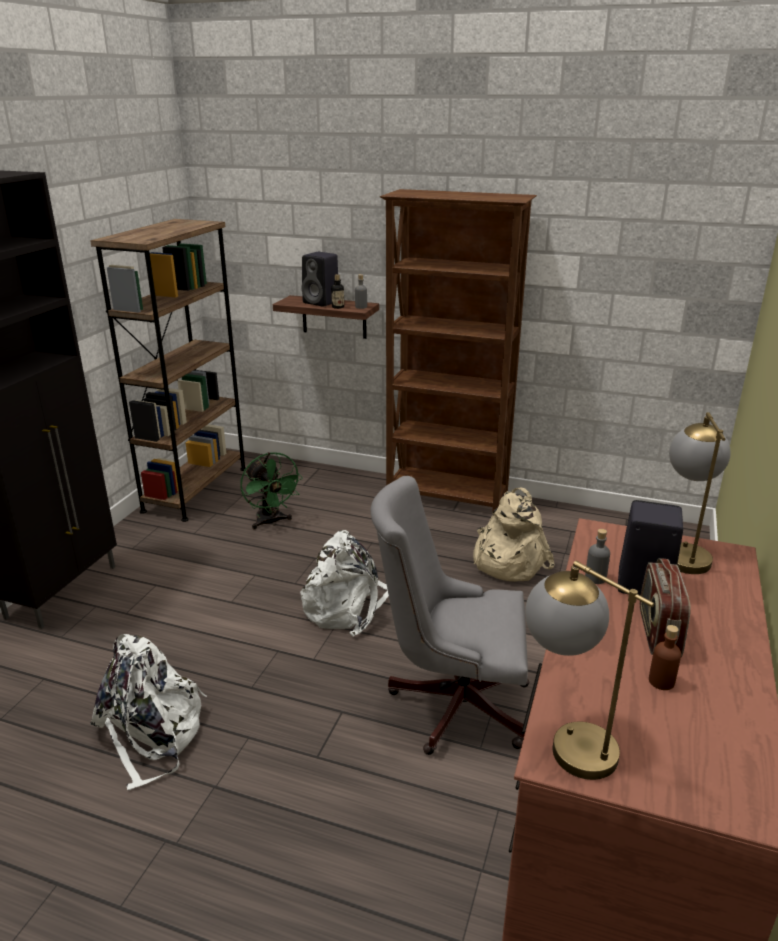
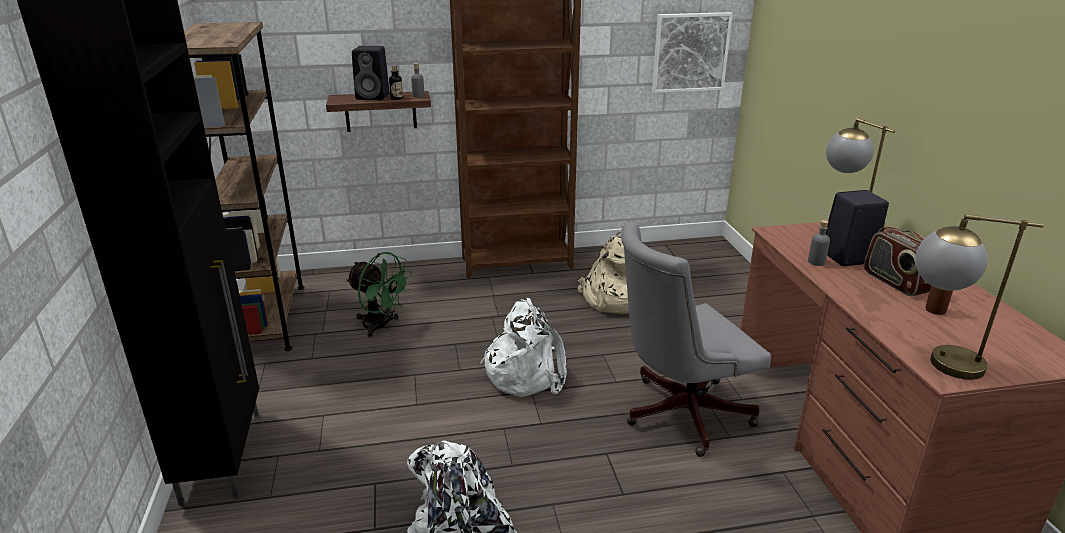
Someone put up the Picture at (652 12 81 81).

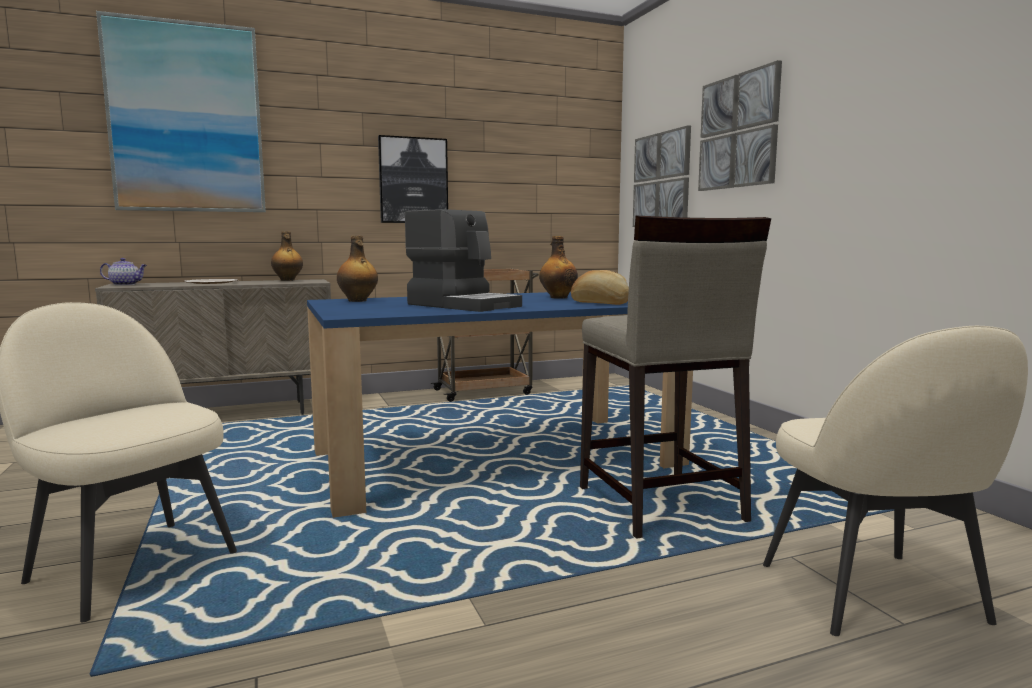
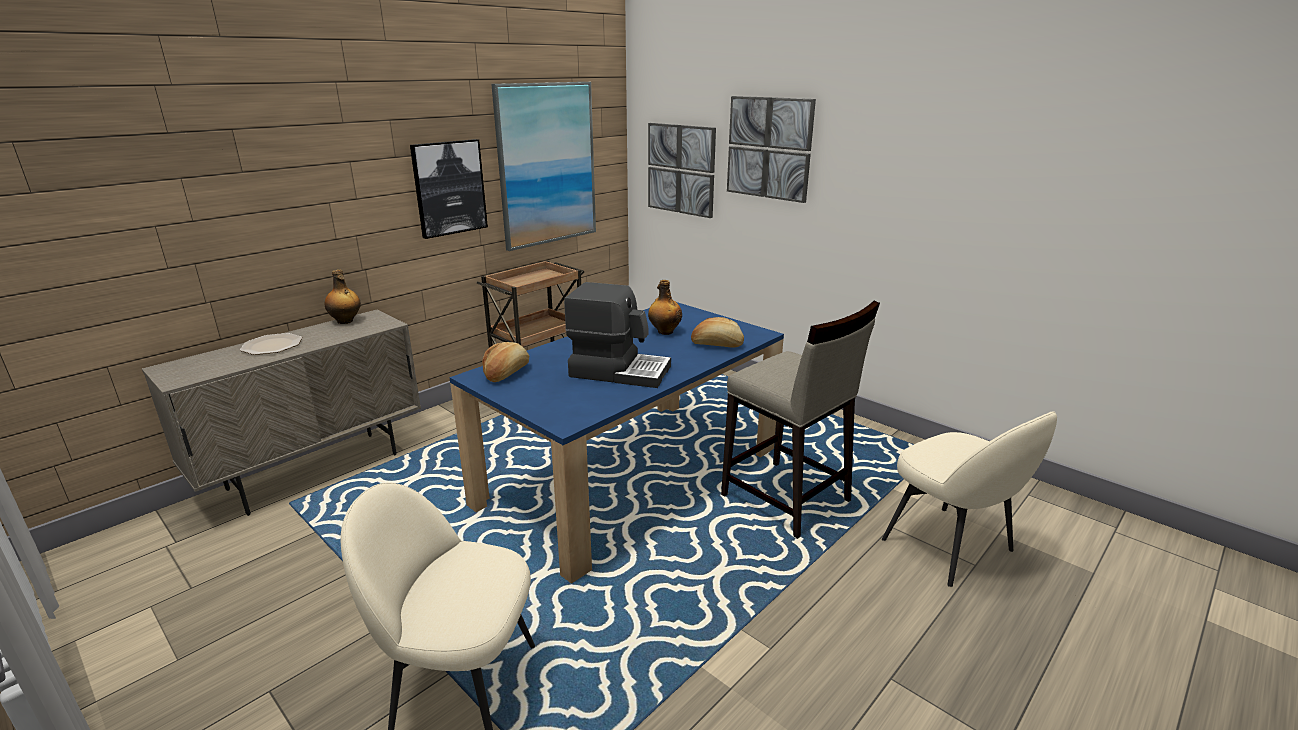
Someone carried the Picture from (96 11 170 201) to (491 82 105 169).
Someone swapped the BeverageBottle at (337 236 41 66) for the BakeryBread at (482 342 47 40).
Someone took away the TeaPot at (100 258 47 27).

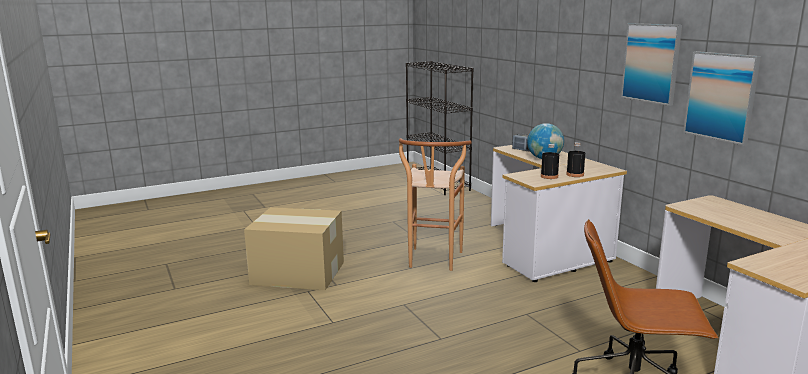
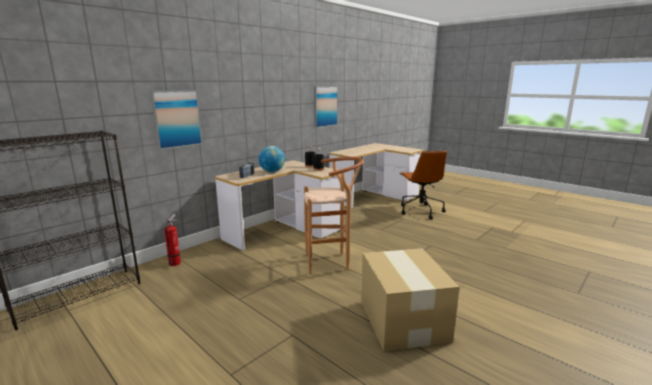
Someone carried the Picture from (621 23 61 83) to (151 90 51 60).
Someone put down the FireFightingCylinder at (164 214 17 52).

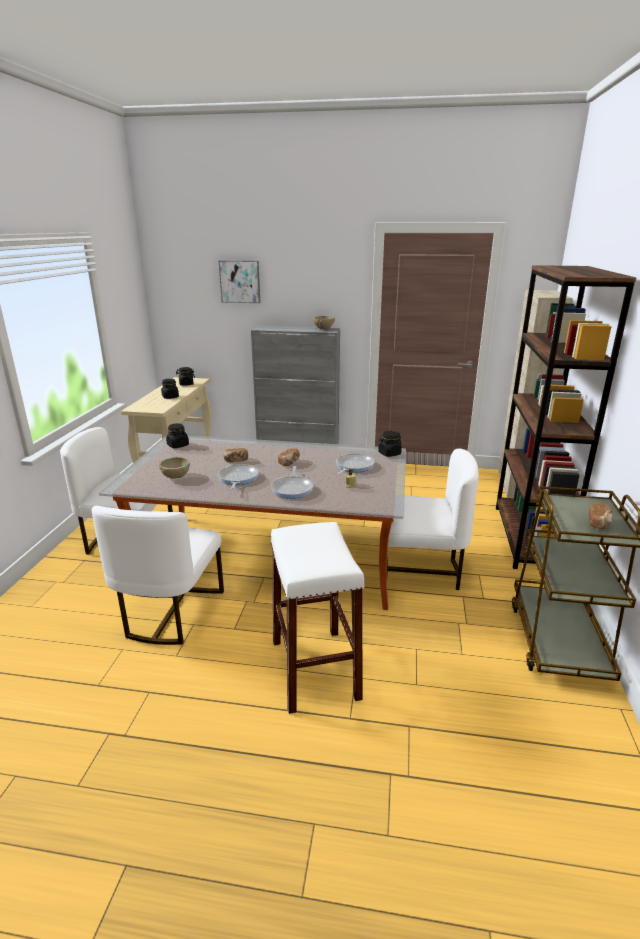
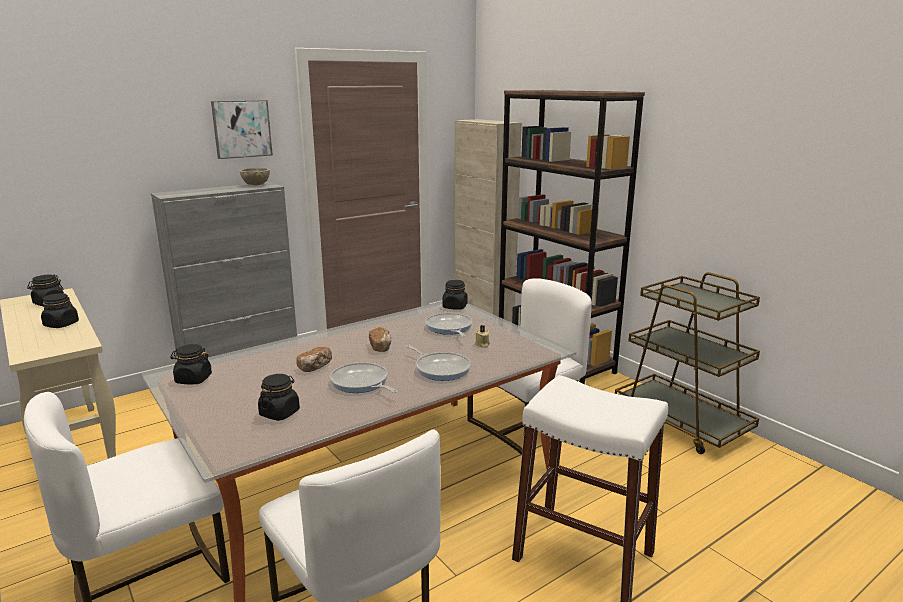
Someone carried the Picture from (219 261 41 42) to (211 100 62 59).
Someone swapped the BeigeColouredDeepDish at (159 457 31 22) for the BlackColouredPreserveJar at (258 374 42 47).
Someone took away the BakeryBread at (588 503 25 27).

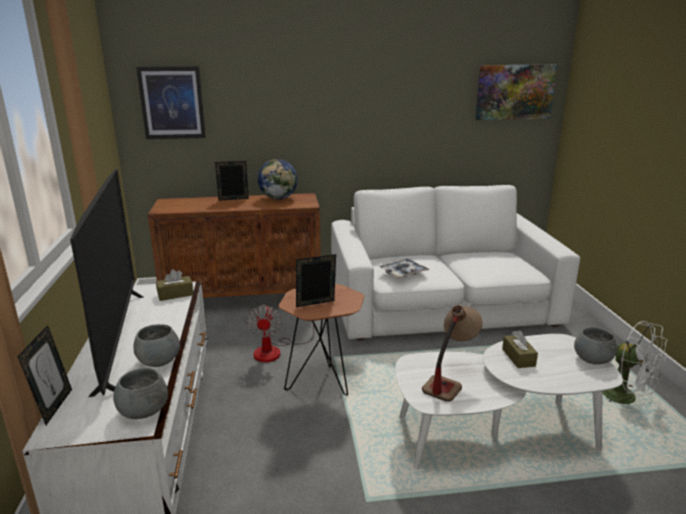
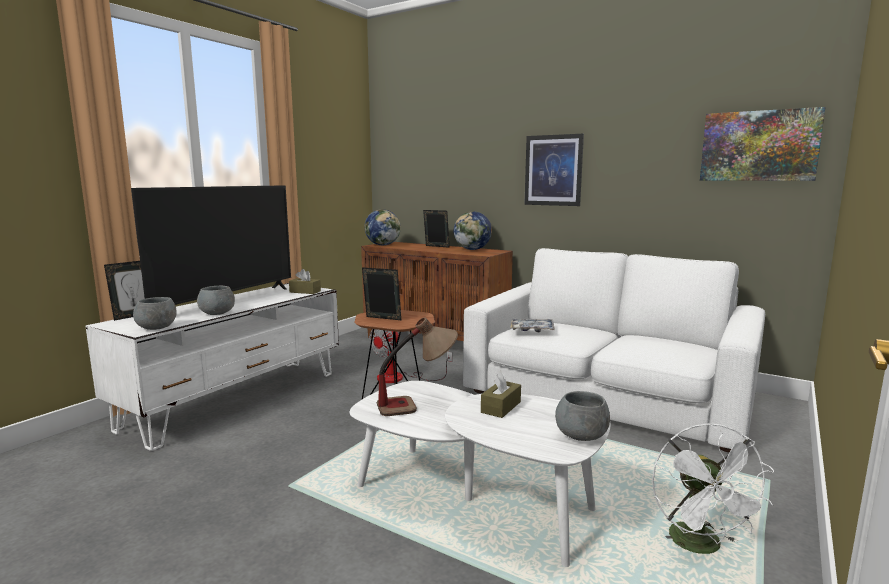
Someone carried the Picture from (136 66 70 73) to (524 134 60 72).
Someone put down the WorldGlobe at (364 209 37 36).

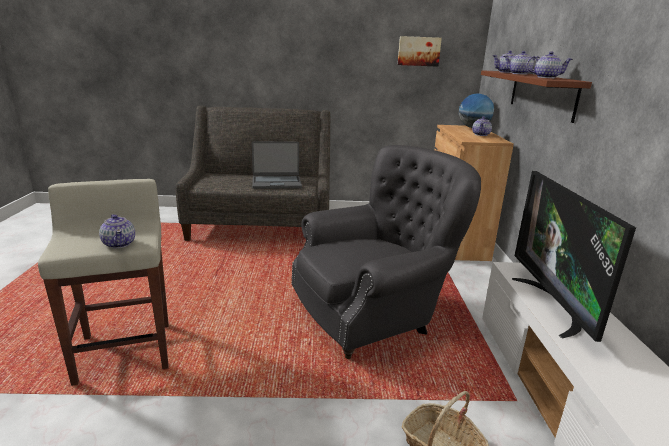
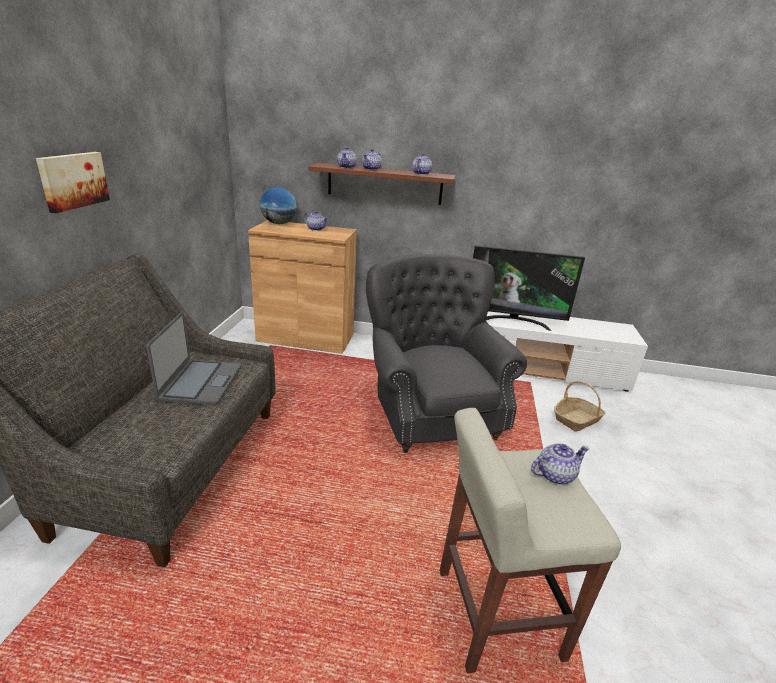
Someone carried the Picture from (398 36 44 31) to (36 152 74 61).

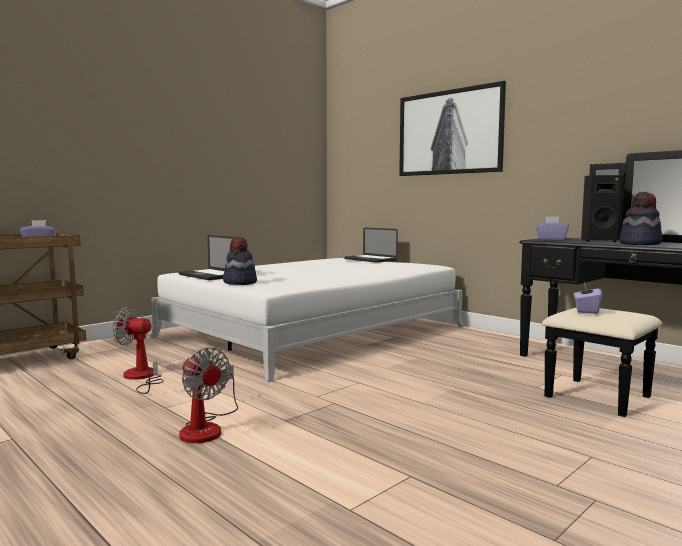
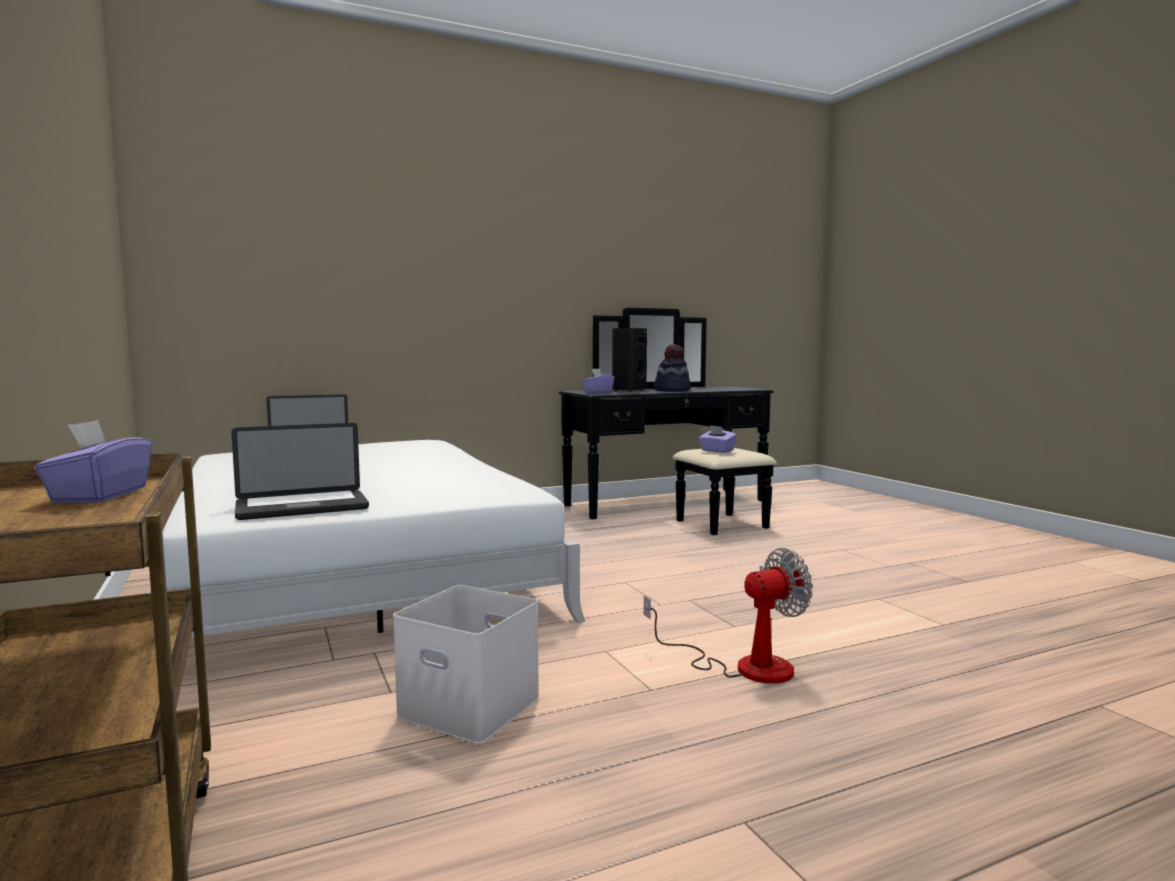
Someone took away the Picture at (399 81 107 95).
Someone took away the ClothingHat at (223 237 34 48).
Someone swapped the ElectricFan at (113 307 50 87) for the WhitishStorageContainer at (393 585 147 159).

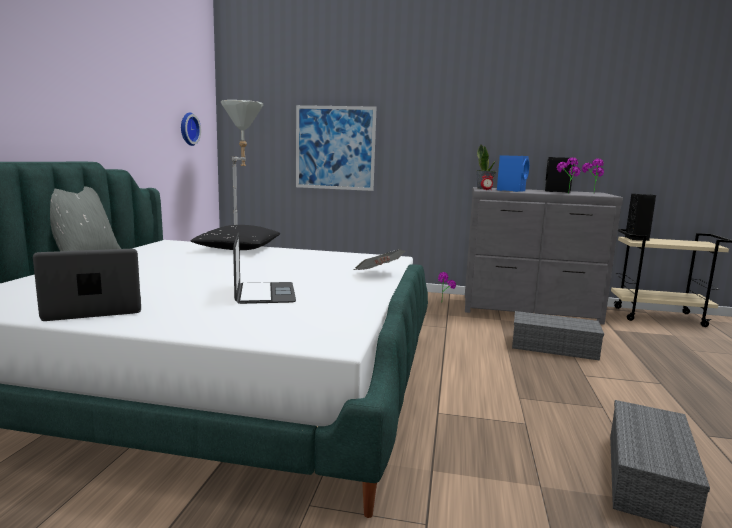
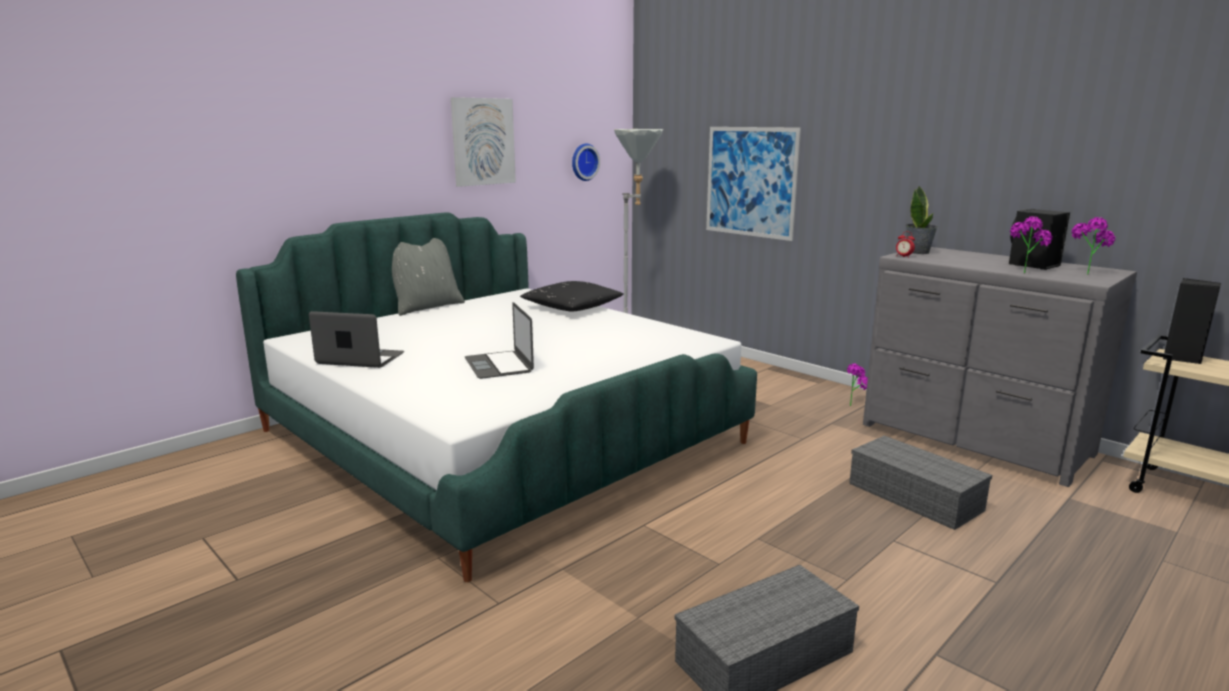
Someone took away the BlueColouredAudioSpeaker at (497 155 33 37).
Someone rotated the PortableComputer at (233 233 63 71) by 135 degrees clockwise.
Someone took away the DailyPaper at (353 249 52 21).
Someone put up the Picture at (451 97 65 90).

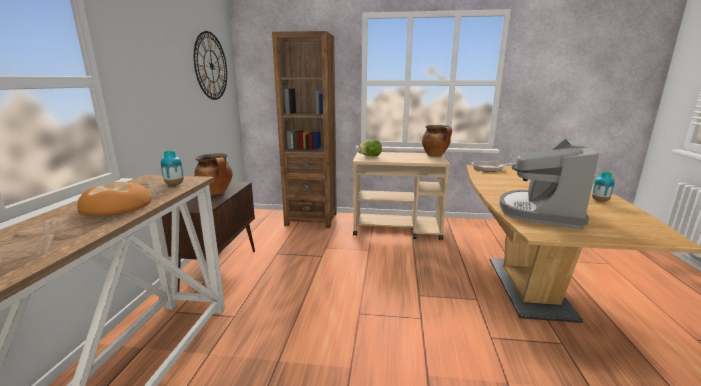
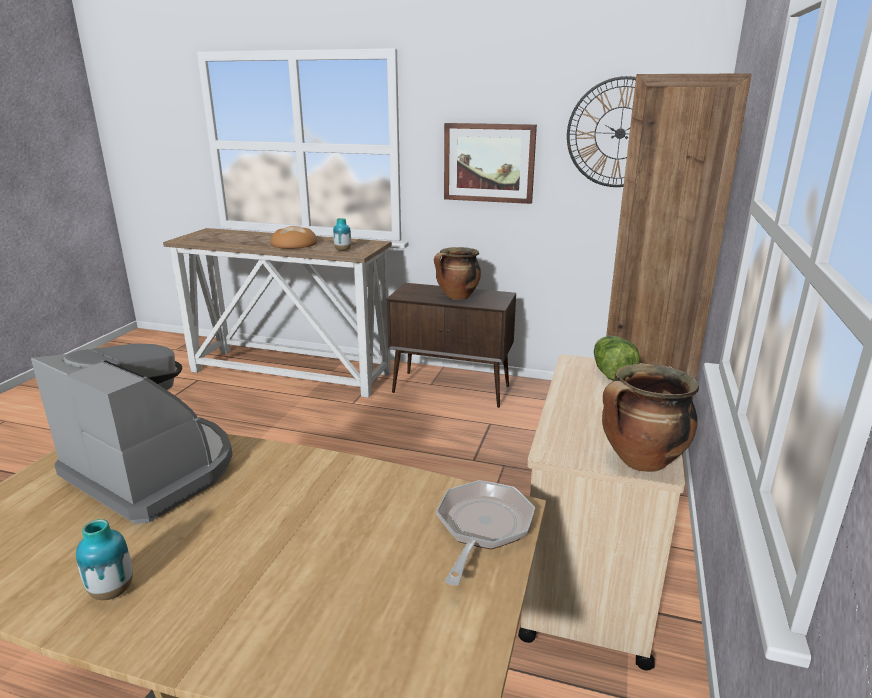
Someone put up the Picture at (444 123 93 81).

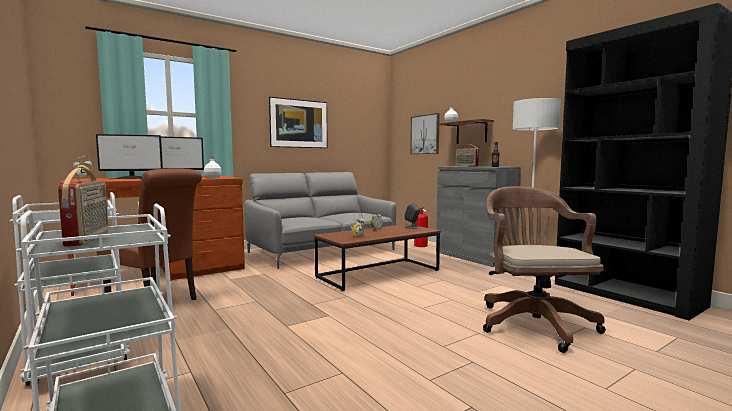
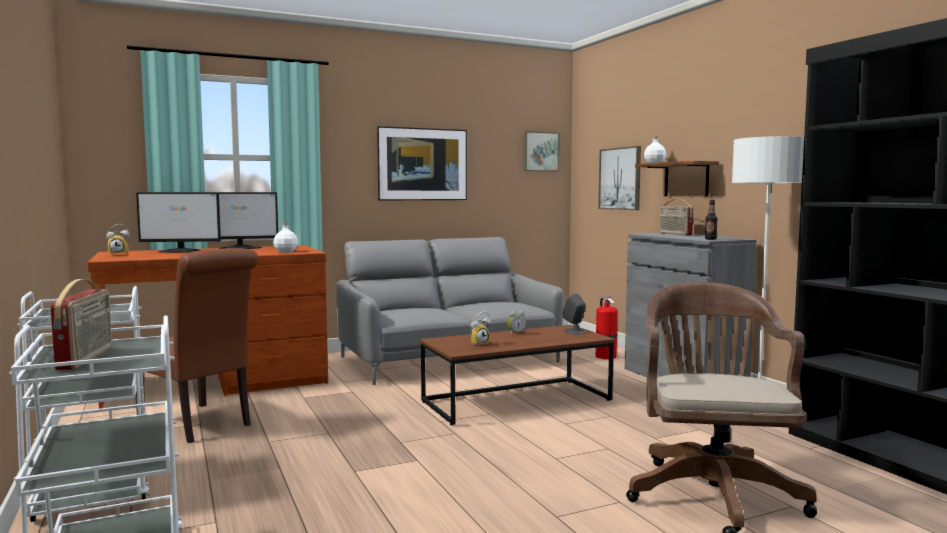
Someone put up the Picture at (523 131 37 40).

